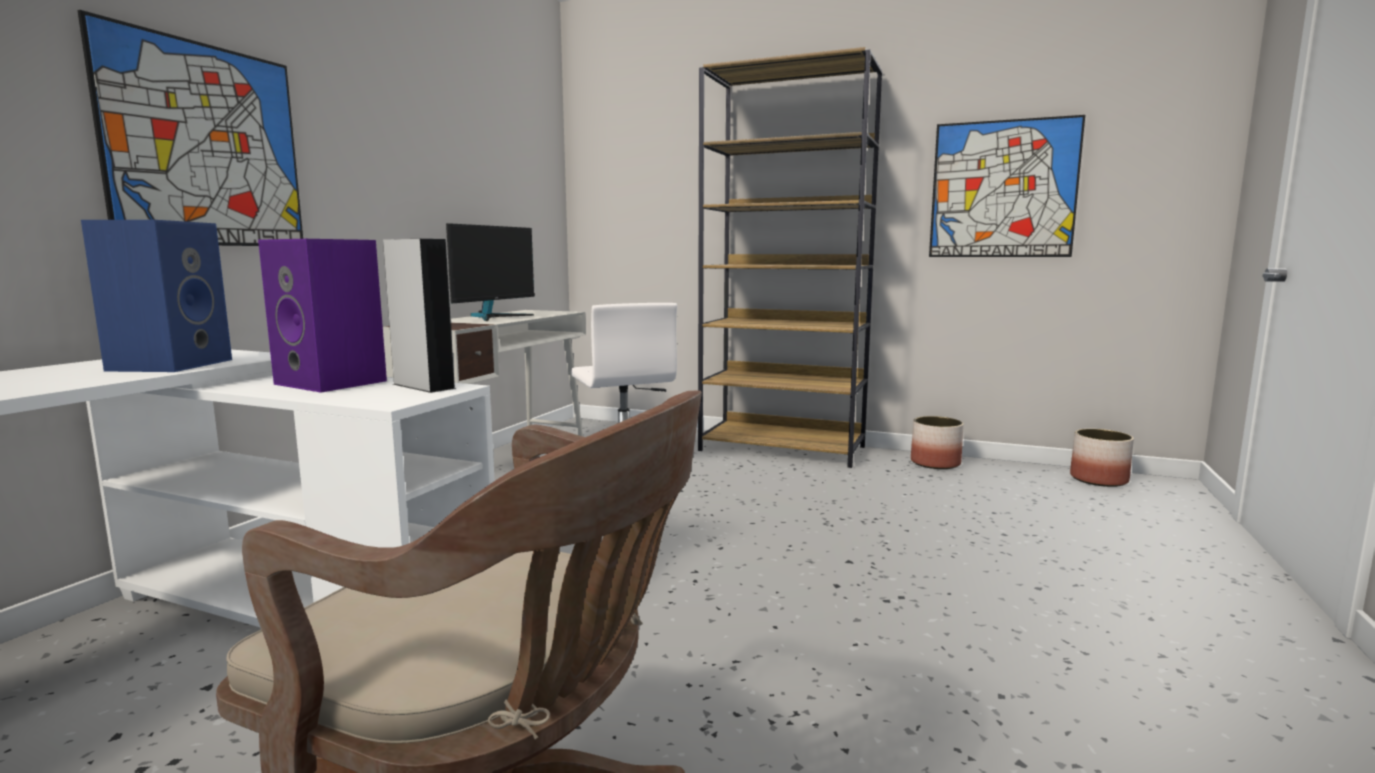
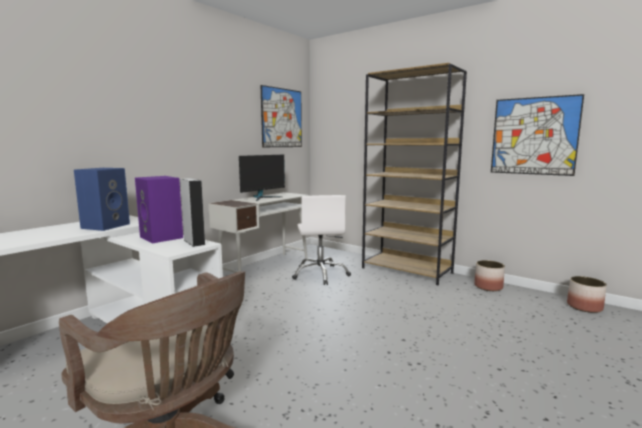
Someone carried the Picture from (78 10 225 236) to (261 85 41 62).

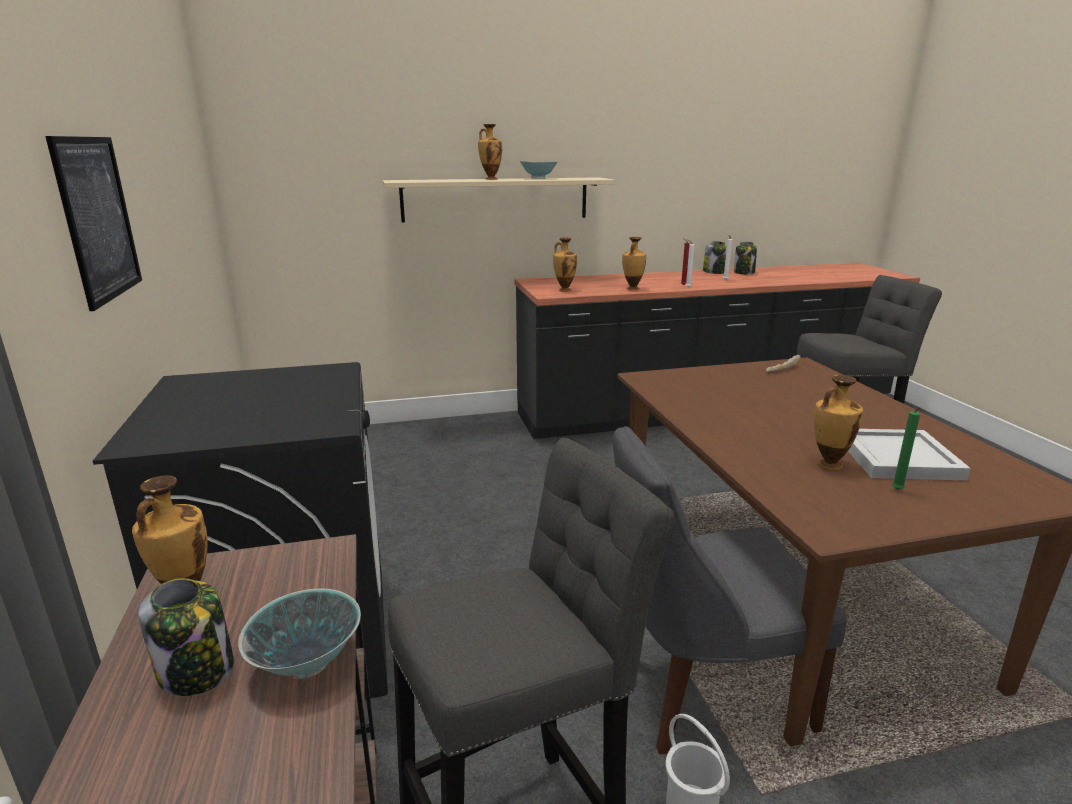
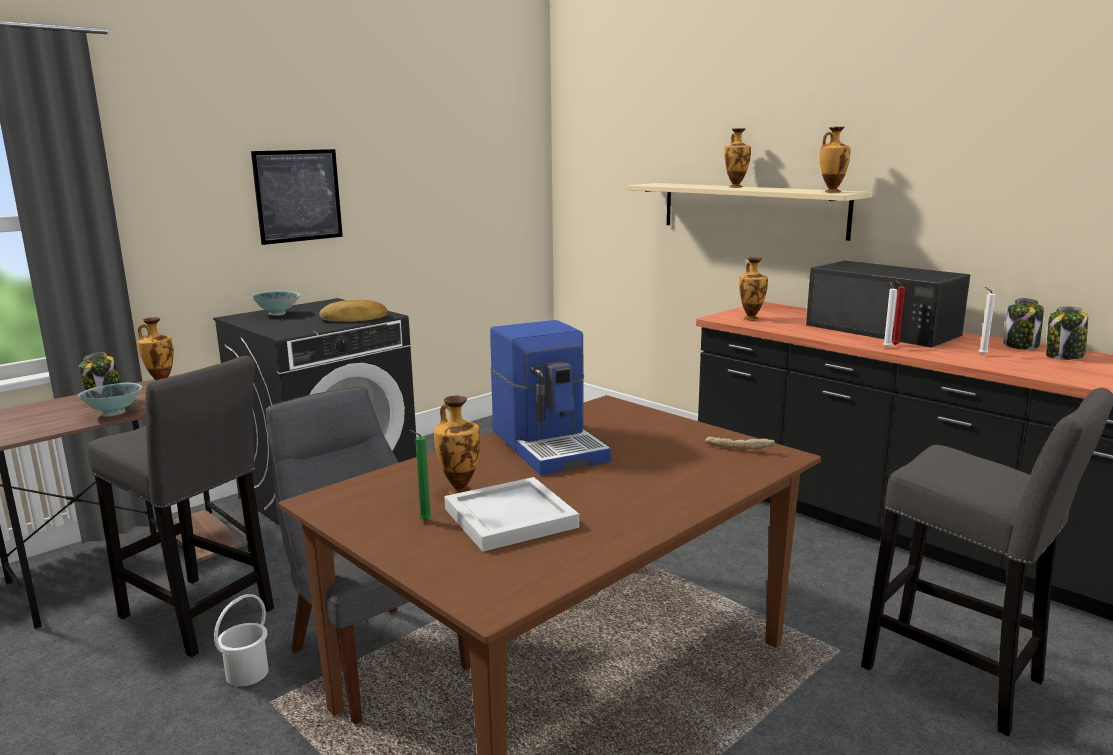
Someone carried the DeepDish from (520 161 38 18) to (251 291 49 25).
Someone carried the DecorativeVase from (622 237 24 53) to (819 127 31 66).
Someone put down the BlackColouredMicrowaveOven at (806 261 164 87).
Someone put down the BakeryBread at (319 299 68 23).
Someone put down the CoffeeMaker at (490 320 121 155).

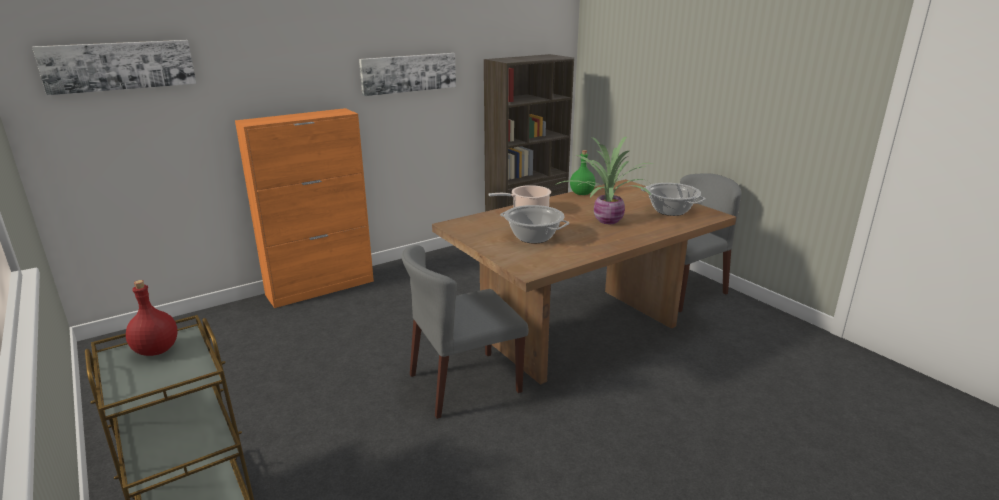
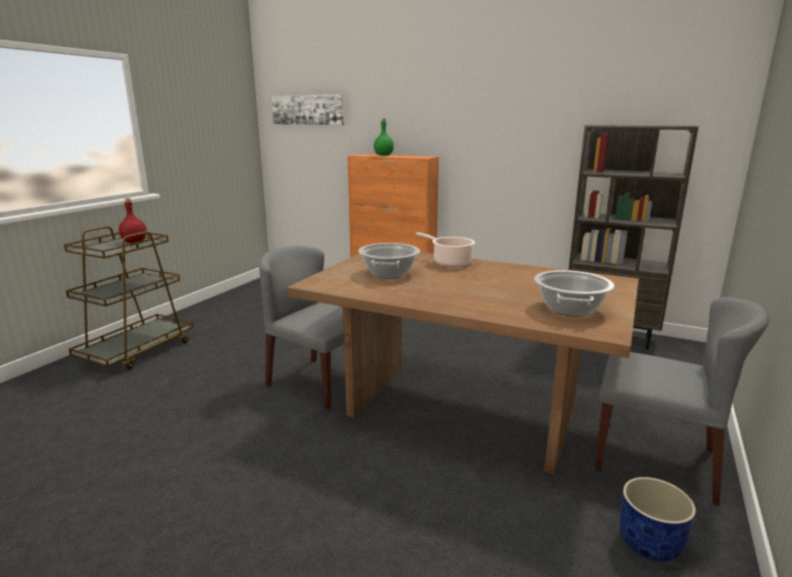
Someone took away the Picture at (359 53 97 43).
Someone took away the PottedPlant at (557 136 96 88).
Someone carried the GreenBeverageBottle from (570 150 25 45) to (374 119 20 37).
Someone put down the BlueColouredPlantPot at (620 477 76 85).

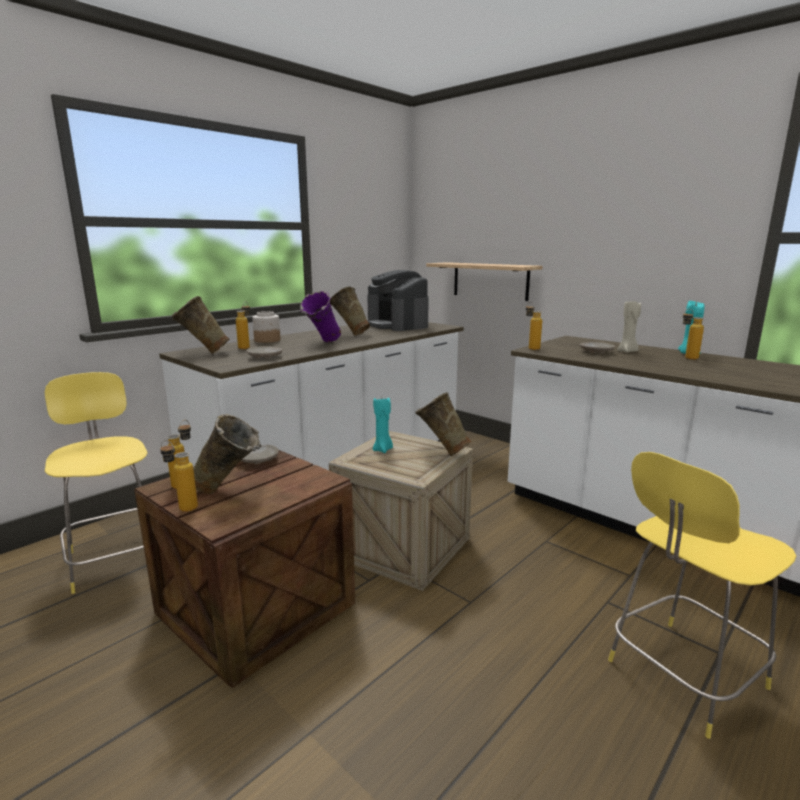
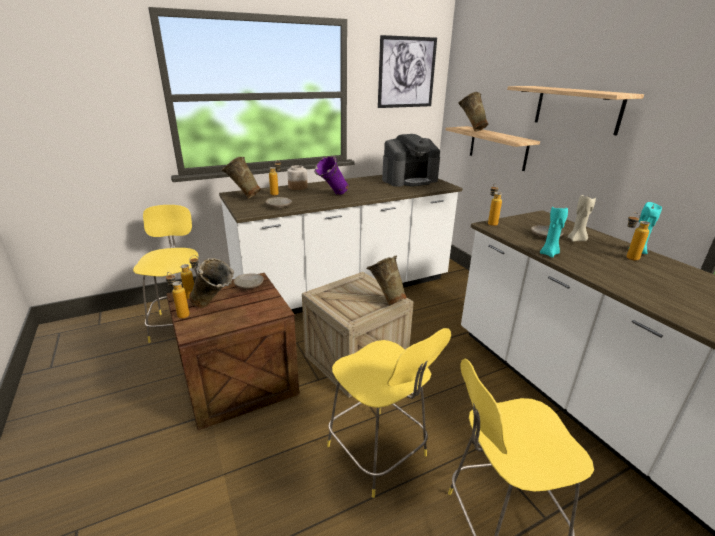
Someone rotated the CoffeeMaker at (367 270 61 61) by 105 degrees counterclockwise.
Someone carried the BeigeColouredDecorativeVase from (330 287 40 49) to (458 92 30 40).
Someone carried the TurquoiseColouredCandle from (373 398 20 55) to (540 207 28 51).
Someone put up the Picture at (378 35 59 73).
Someone put up the Shelf at (507 86 137 50).
Someone put down the YellowishSittingStool at (327 328 124 170).

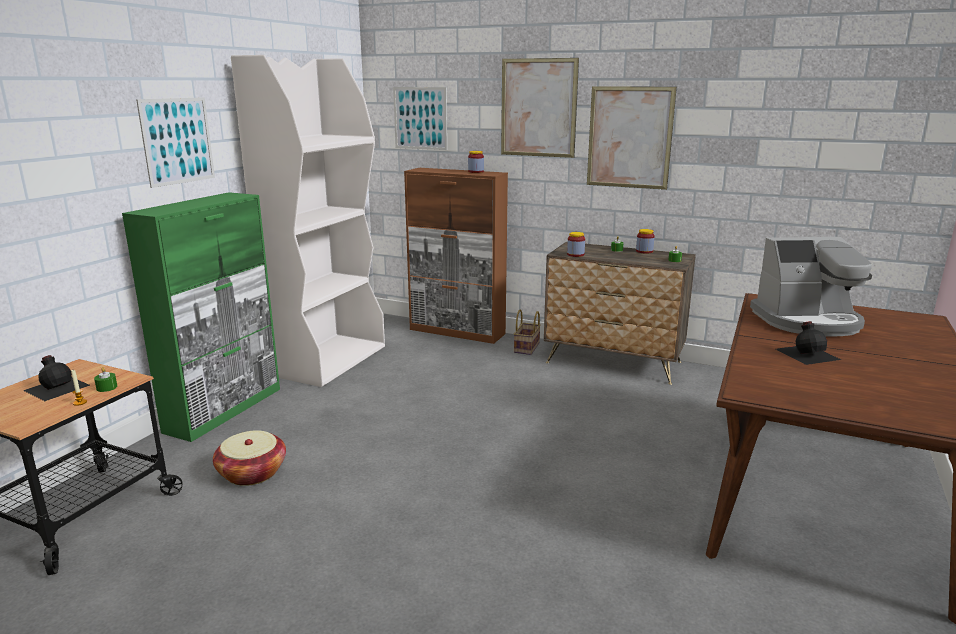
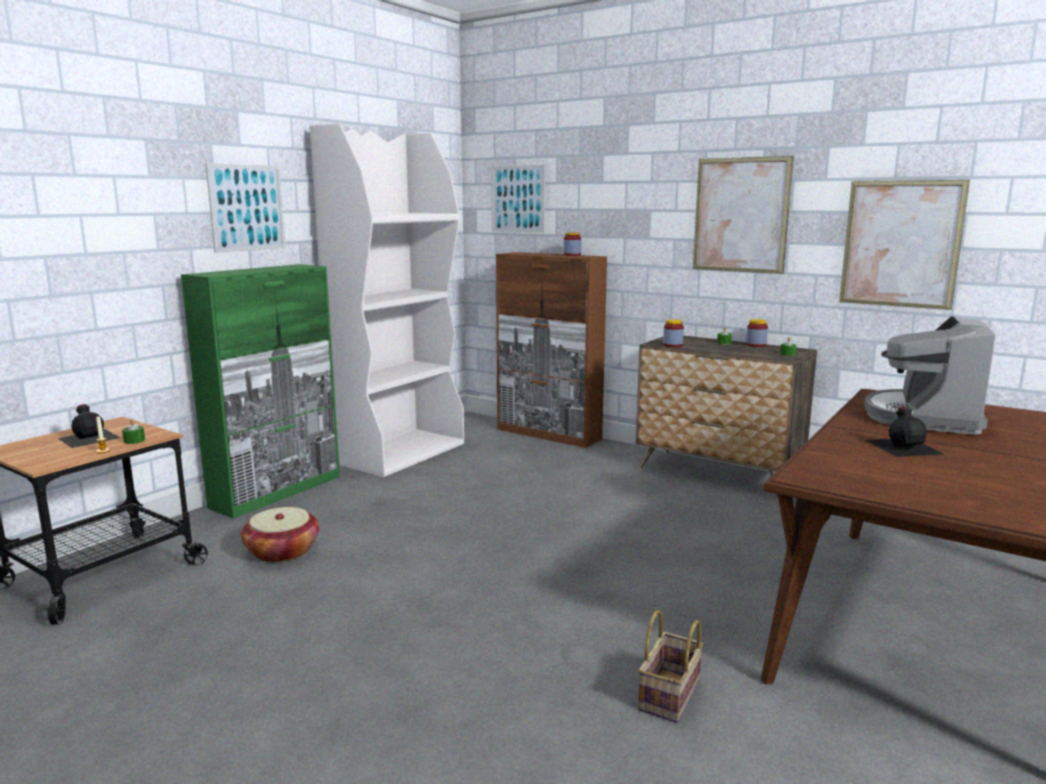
Someone carried the Picture from (501 58 78 100) to (839 180 131 130).
Someone rotated the CoffeeMaker at (750 237 122 100) by 105 degrees clockwise.
Someone carried the StorageBasket from (514 309 27 46) to (638 610 65 113).

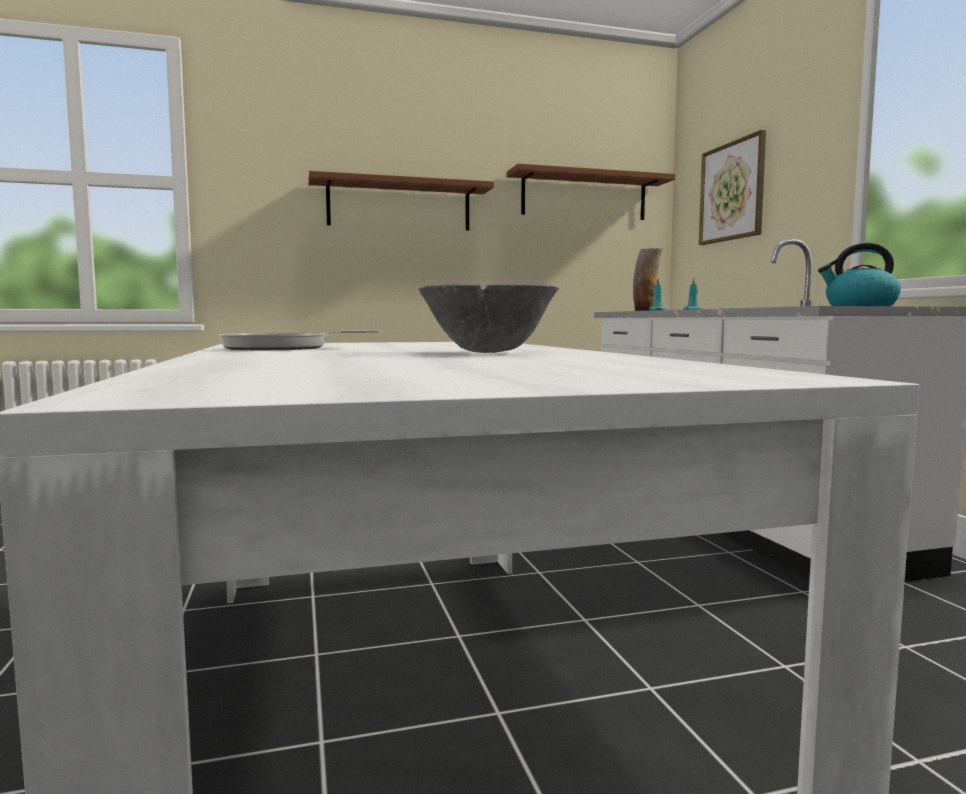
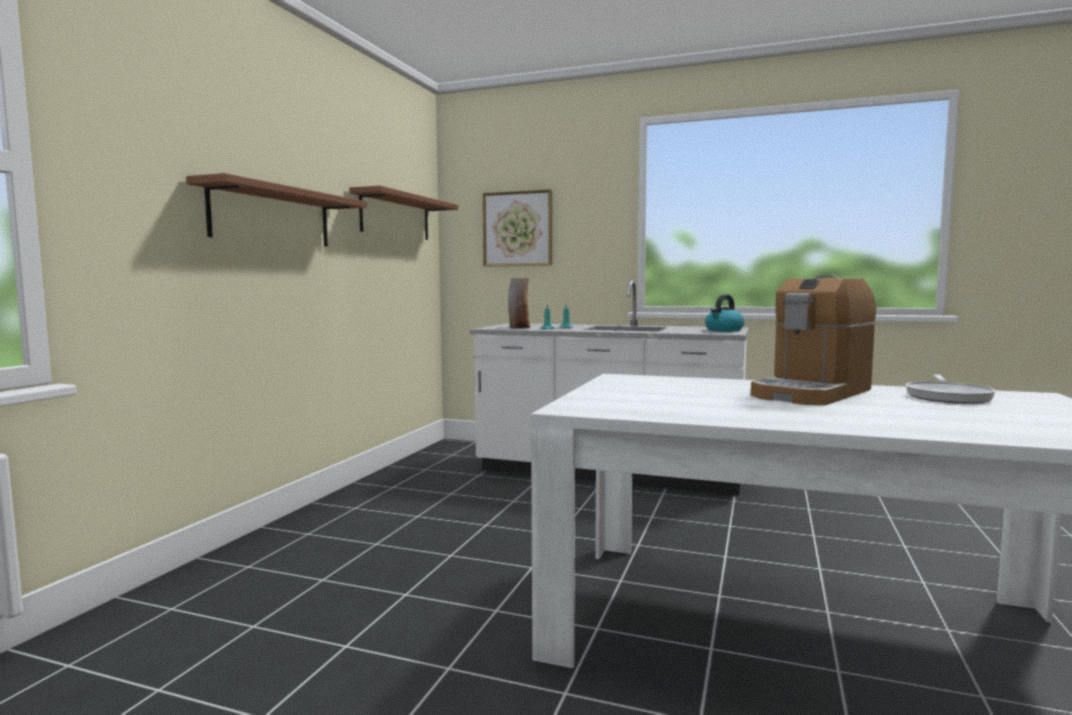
Someone swapped the GrayDeepDish at (418 284 141 69) for the CoffeeMaker at (751 275 125 130).
Someone carried the Skillet from (219 331 162 19) to (906 374 90 30).

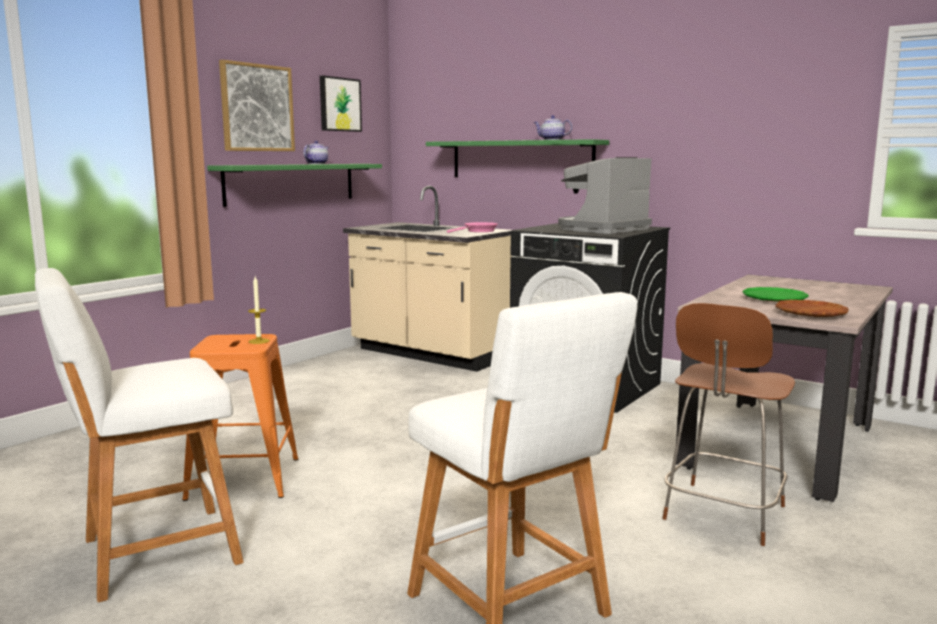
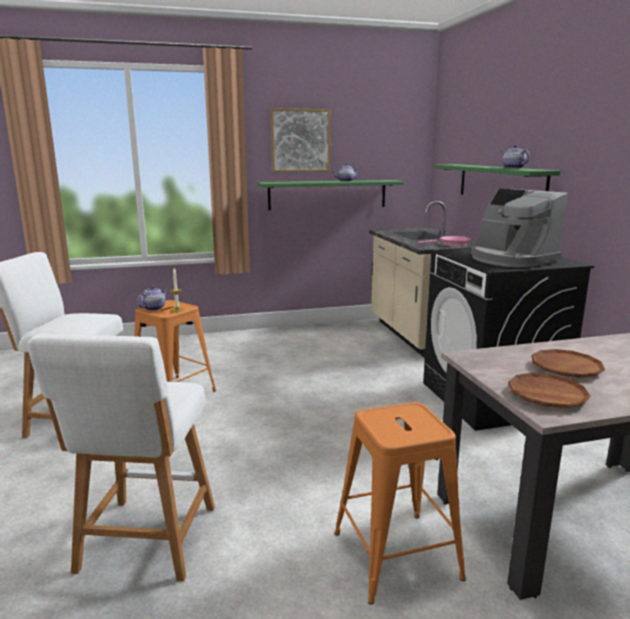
Someone took away the Picture at (320 76 42 56).
Someone rotated the CoffeeMaker at (558 157 94 77) by 120 degrees counterclockwise.
Someone repainted the GreenDinnerPlate at (742 287 67 15), which became the BrownColouredDinnerPlate at (531 349 74 28).
Someone swapped the BrownColouredUprightChair at (662 303 133 243) for the OrangeColouredSittingStool at (335 402 131 203).
Someone put down the TeaPot at (137 286 30 25).

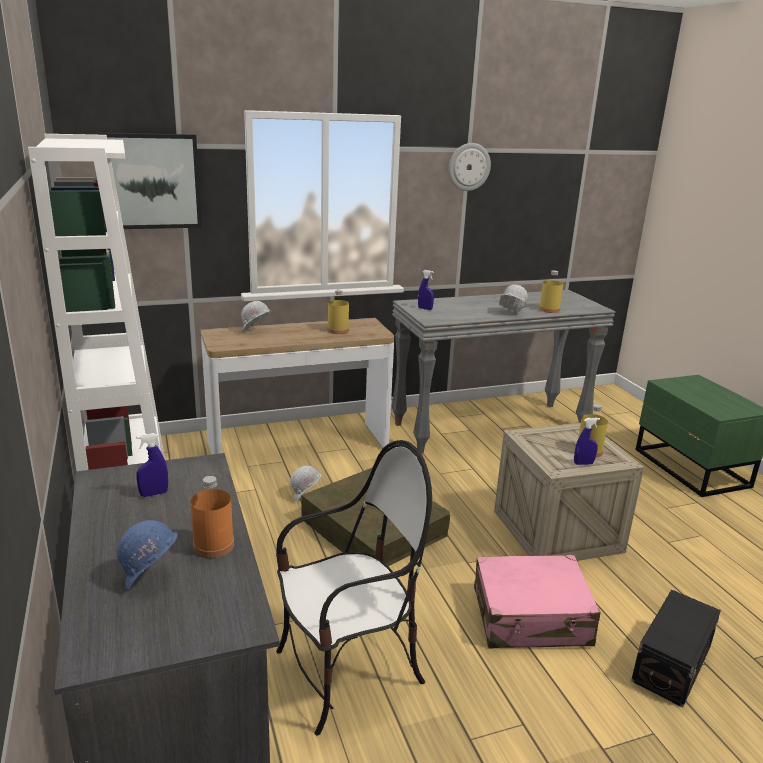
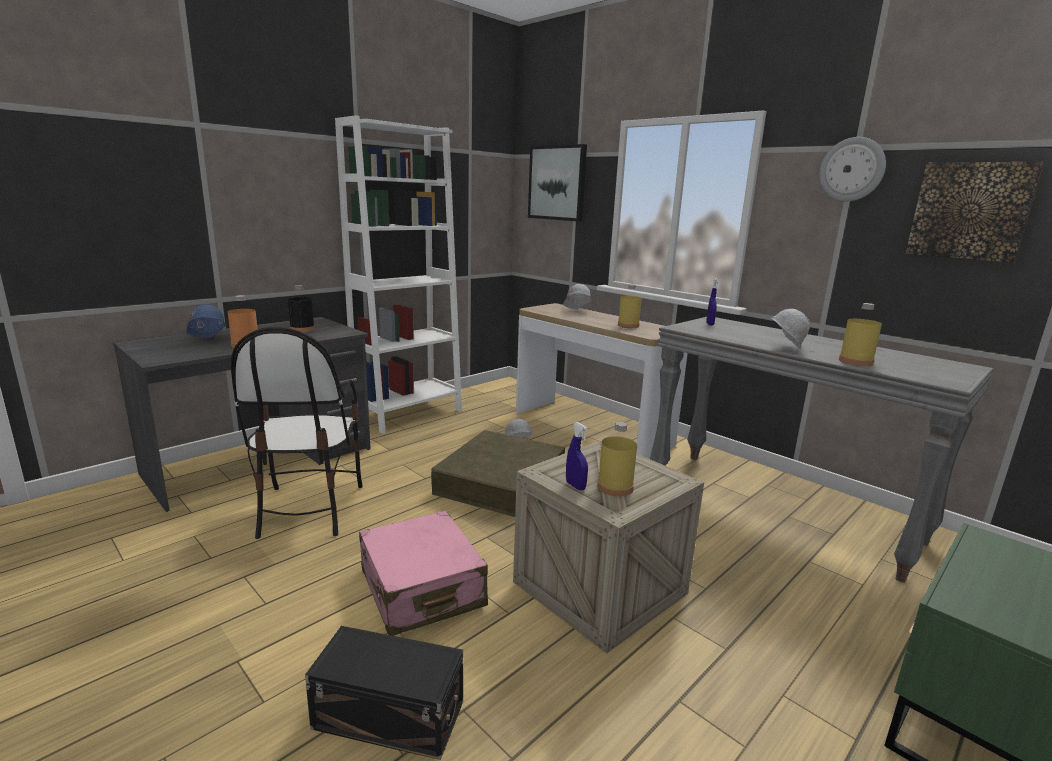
Someone swapped the BlueColouredSprayer at (136 433 32 64) for the BlackColouredBeverageBottle at (288 285 27 47).
Someone rotated the UprightChair at (276 440 156 296) by 45 degrees clockwise.
Someone put up the Picture at (905 162 139 101).

